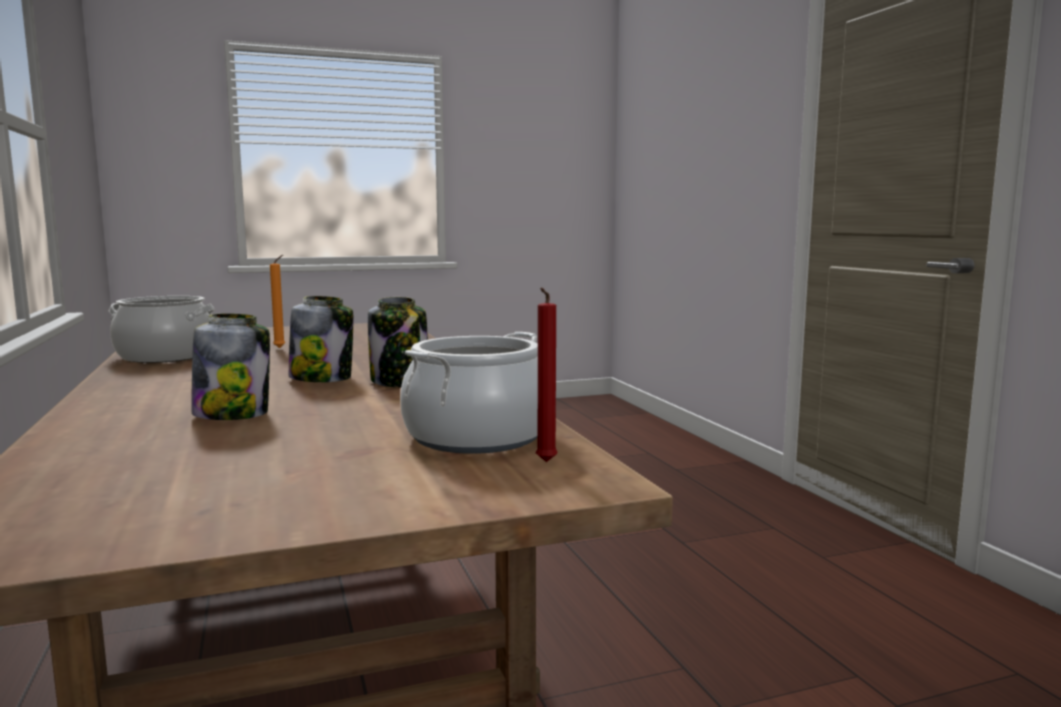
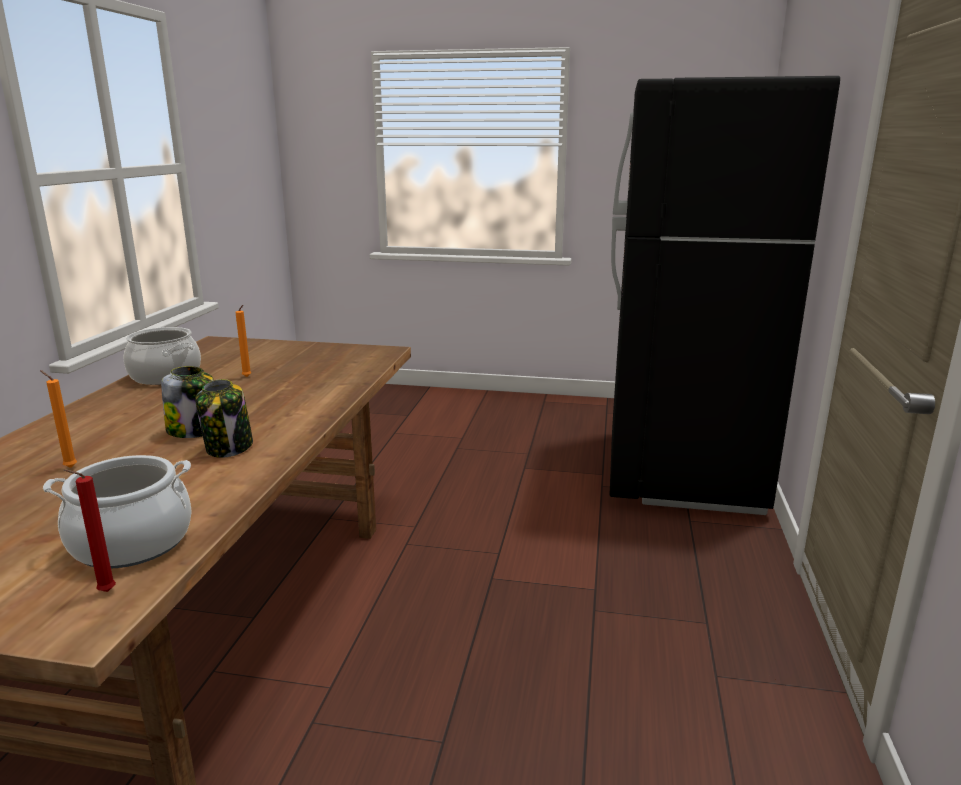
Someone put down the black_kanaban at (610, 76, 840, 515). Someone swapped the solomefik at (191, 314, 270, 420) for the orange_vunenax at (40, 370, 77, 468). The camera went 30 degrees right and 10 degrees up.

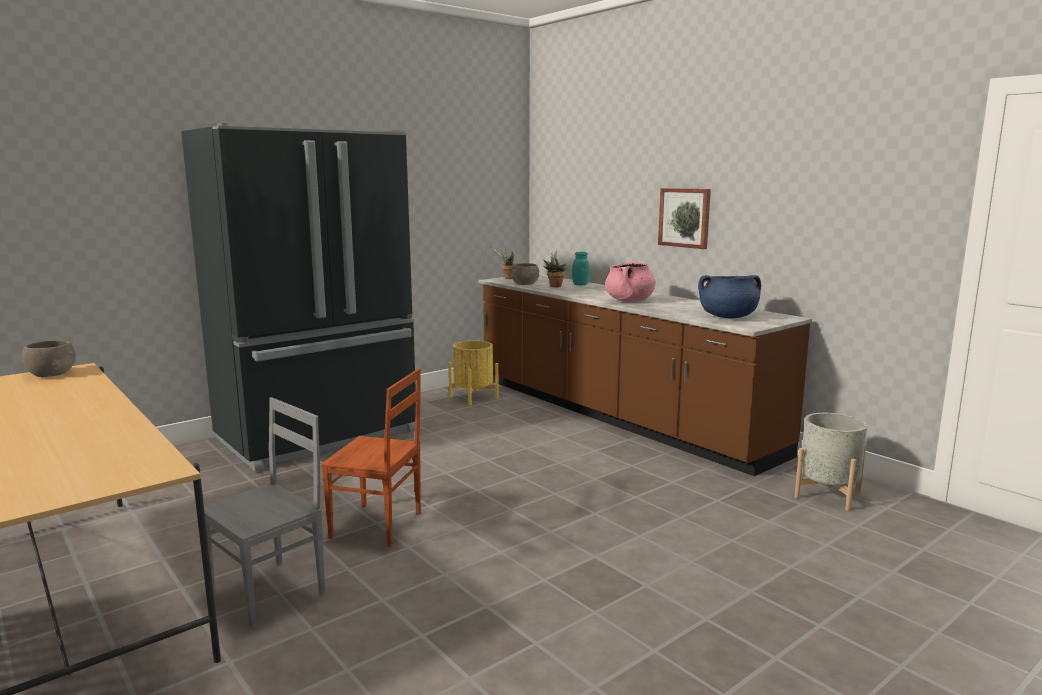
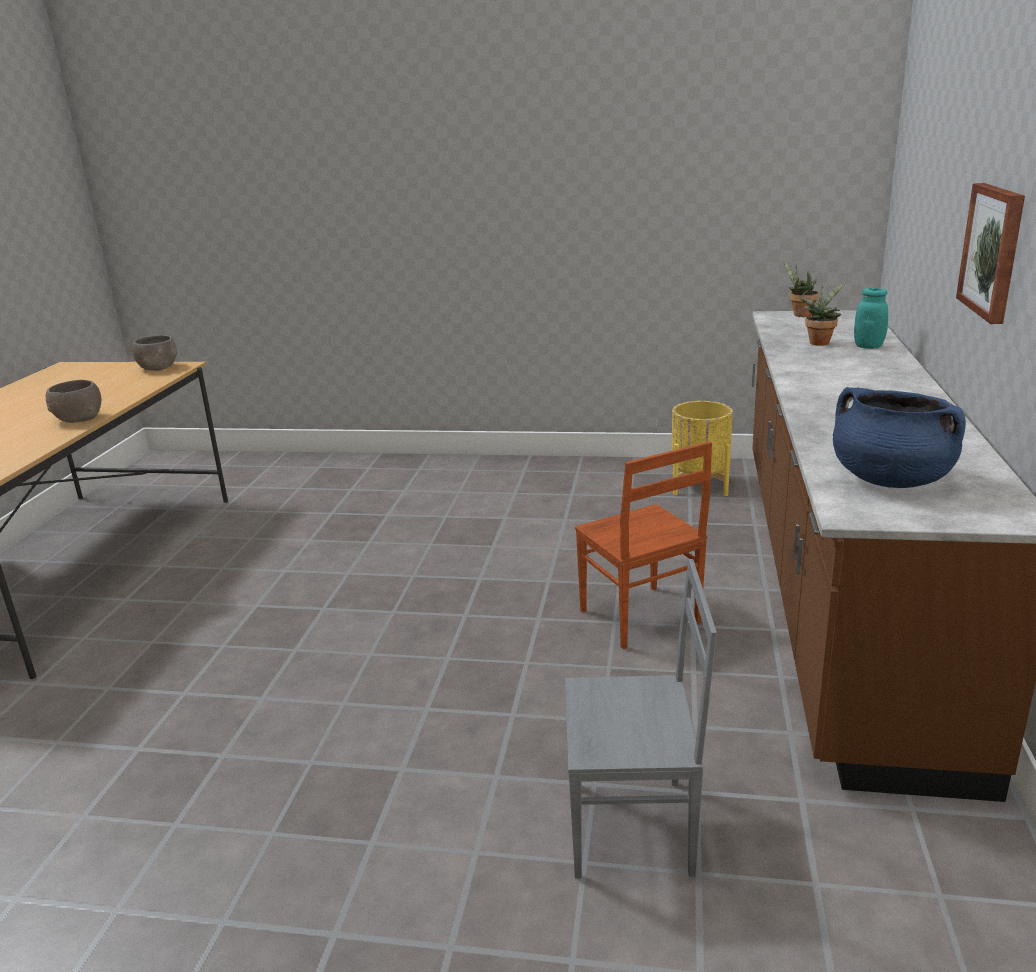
Someone took away the black_kanaban at (181, 123, 416, 472). Someone took away the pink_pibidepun at (605, 261, 656, 302). Someone took away the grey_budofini at (795, 413, 867, 511). Someone carried the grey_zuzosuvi from (204, 397, 325, 629) to (565, 559, 717, 879). Someone carried the brown_zuzosuvi from (321, 368, 421, 547) to (575, 441, 712, 649). Someone carried the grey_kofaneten from (510, 263, 539, 285) to (46, 380, 102, 423). The camera went 50 degrees right and 10 degrees up.

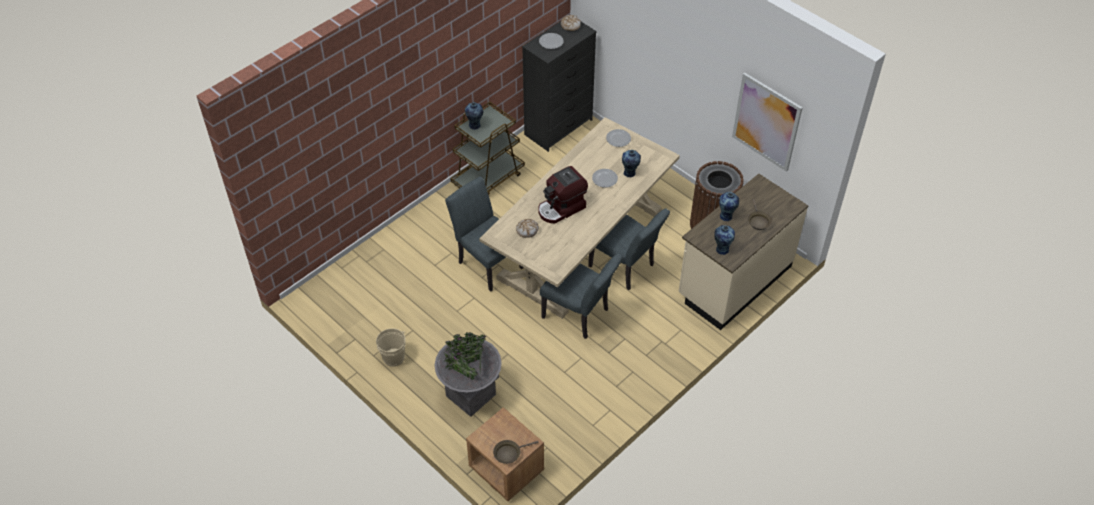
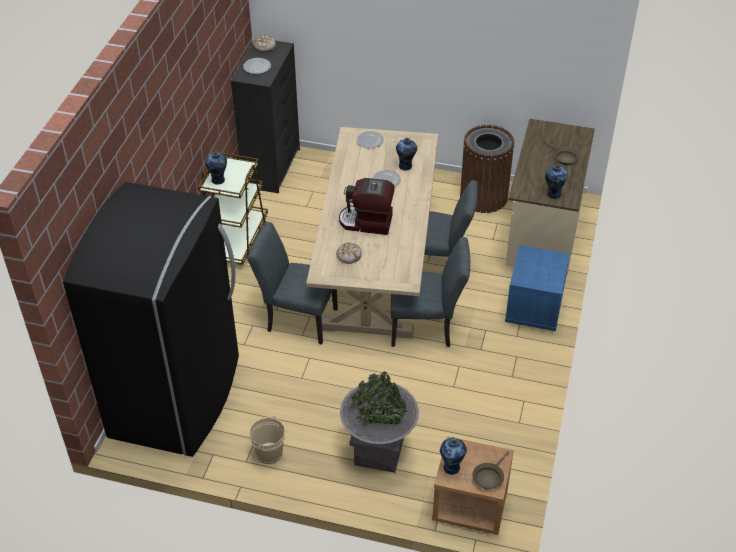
Someone took away the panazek at (732, 73, 803, 172). Someone put down the black_kanaban at (63, 182, 239, 457). Someone put down the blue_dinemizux at (505, 245, 570, 331). Someone carried the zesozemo from (719, 192, 739, 221) to (440, 437, 467, 475). Someone rotated the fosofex at (538, 166, 588, 223) by 75 degrees clockwise. The camera went 30 degrees left and 5 degrees down.

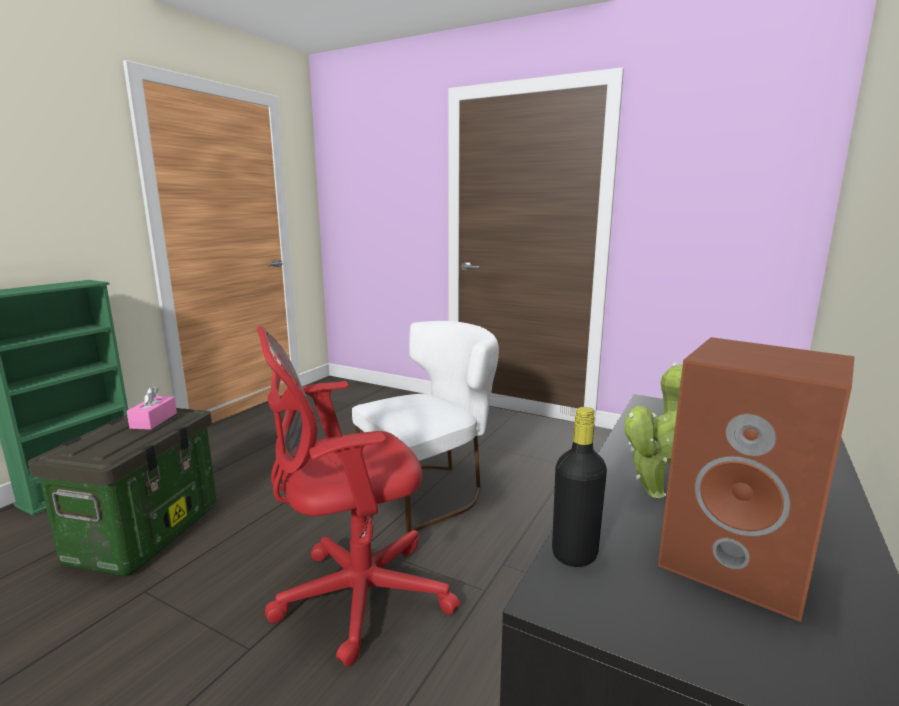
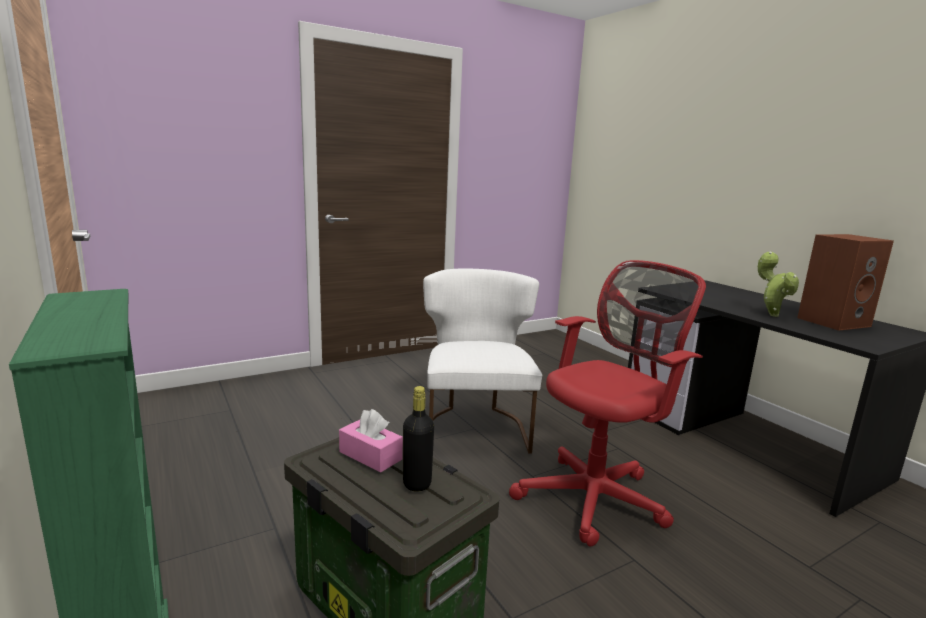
Someone carried the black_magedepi from (552, 407, 607, 567) to (403, 386, 434, 492). Someone rotated the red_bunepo at (257, 326, 460, 667) by 135 degrees counterclockwise. The camera went 60 degrees left and 0 degrees up.

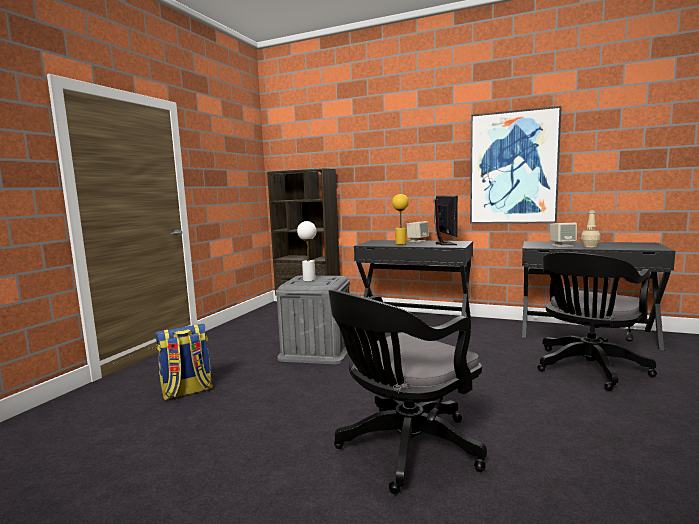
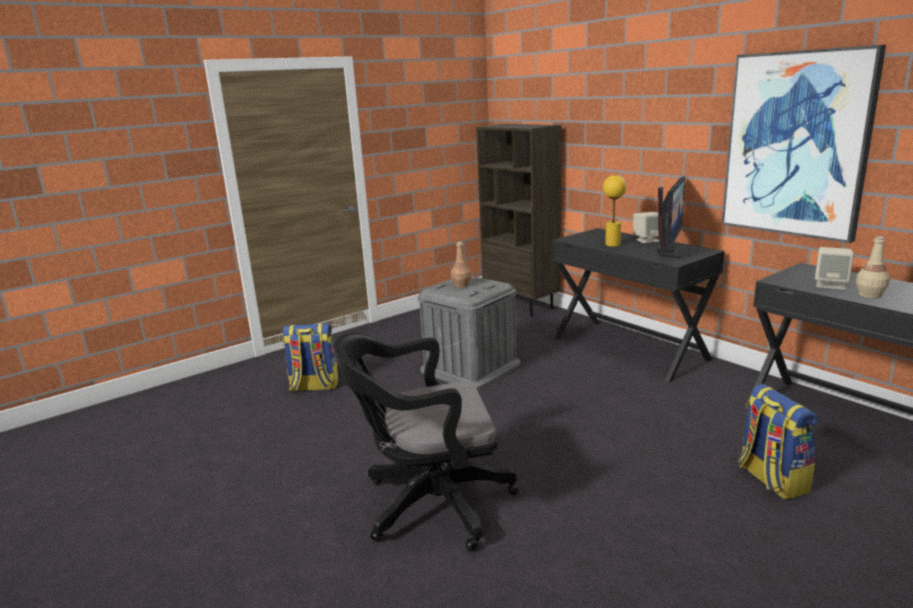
Someone swapped the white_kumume at (297, 221, 316, 281) for the brown_magedepi at (451, 242, 472, 288). Someone swapped the black_bunepo at (538, 252, 657, 391) for the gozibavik at (738, 384, 818, 500). The camera went 30 degrees right and 10 degrees up.

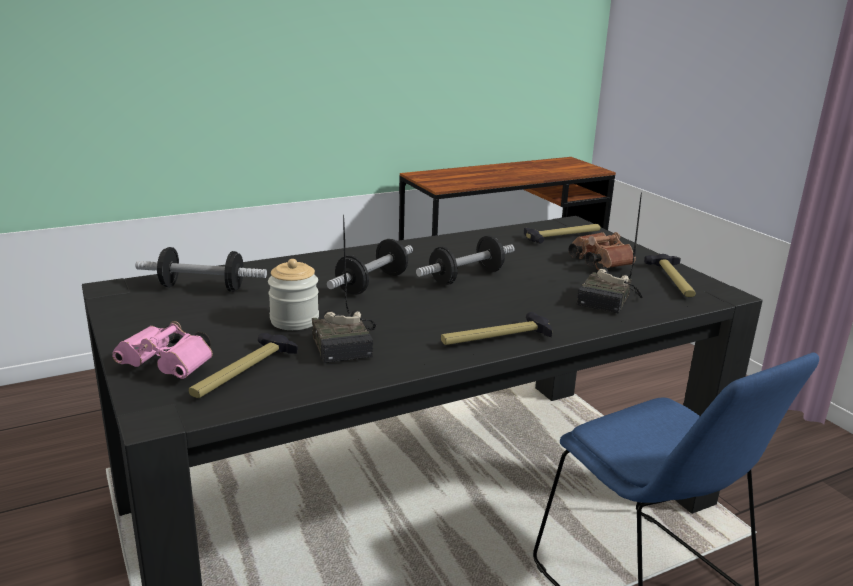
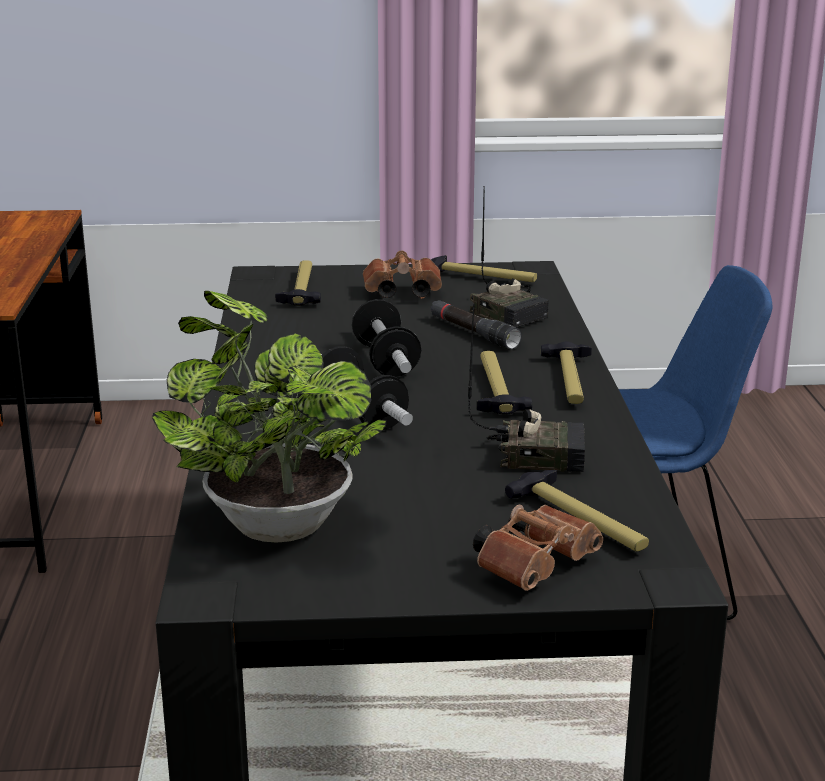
Someone took away the solomefik at (268, 259, 319, 330). Someone put down the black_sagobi at (430, 300, 522, 350). Someone put down the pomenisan at (476, 351, 532, 415). Someone swapped the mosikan at (135, 247, 267, 292) for the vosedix at (152, 291, 386, 542). Someone repainted the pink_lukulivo at (112, 321, 213, 379), which became the brown_lukulivo at (473, 505, 603, 591). The camera went 65 degrees left and 0 degrees up.

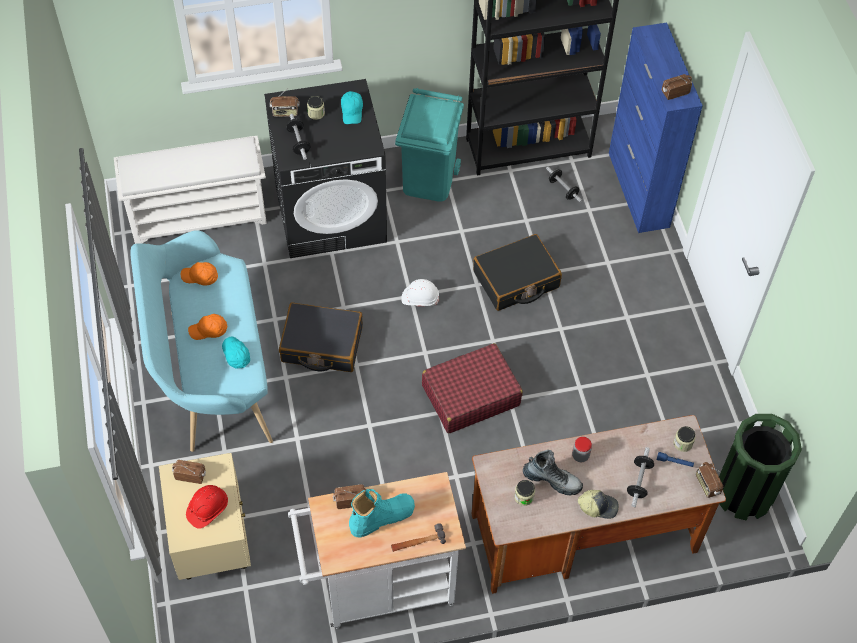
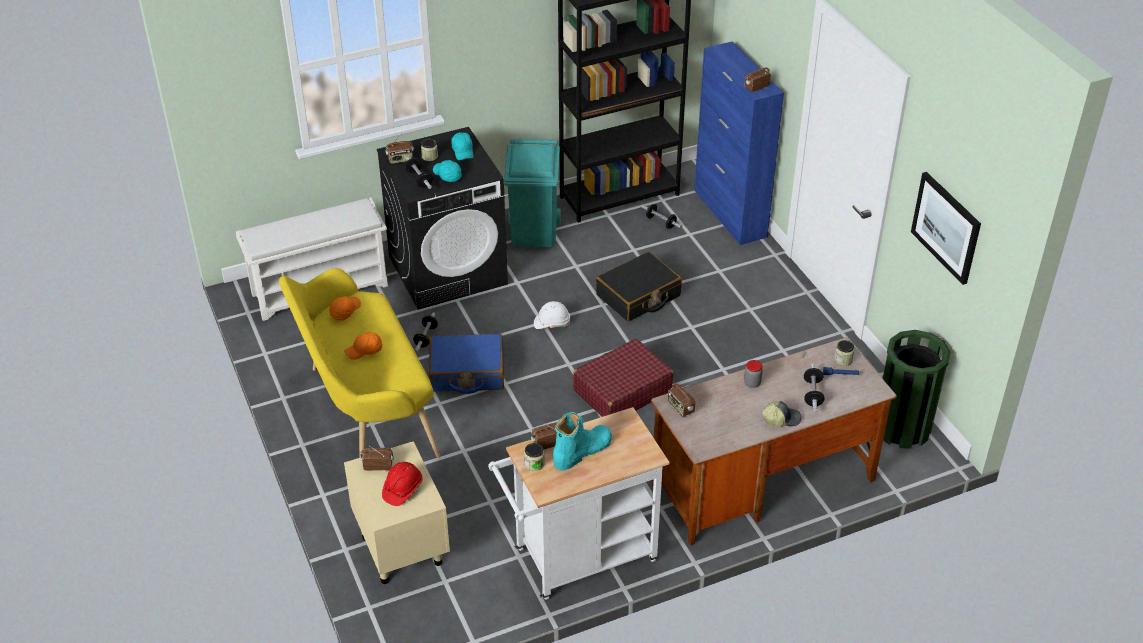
Someone took away the pomenisan at (391, 523, 446, 552). Someone took away the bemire at (523, 450, 583, 495). Someone put down the mosikan at (413, 312, 438, 351). Someone put up the panazek at (911, 172, 981, 285). Someone carried the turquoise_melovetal from (222, 337, 250, 368) to (433, 160, 462, 182). Someone carried the solomefik from (514, 480, 535, 506) to (524, 443, 545, 471). Someone carried the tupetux from (695, 462, 723, 498) to (668, 383, 695, 417). Someone repainted the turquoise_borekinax at (130, 230, 273, 452), which became the yellow_borekinax at (279, 268, 440, 458). Someone repainted the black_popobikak at (279, 302, 363, 372), which became the blue_popobikak at (429, 334, 504, 394). Someone rotated the orange_melovetal at (181, 262, 218, 286) by 120 degrees clockwise. The camera went 10 degrees left and 15 degrees down.

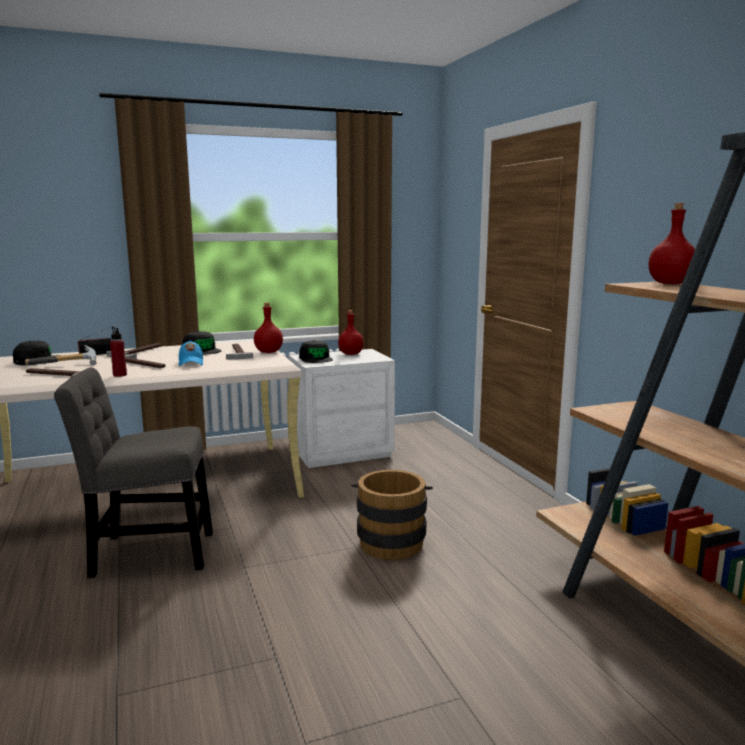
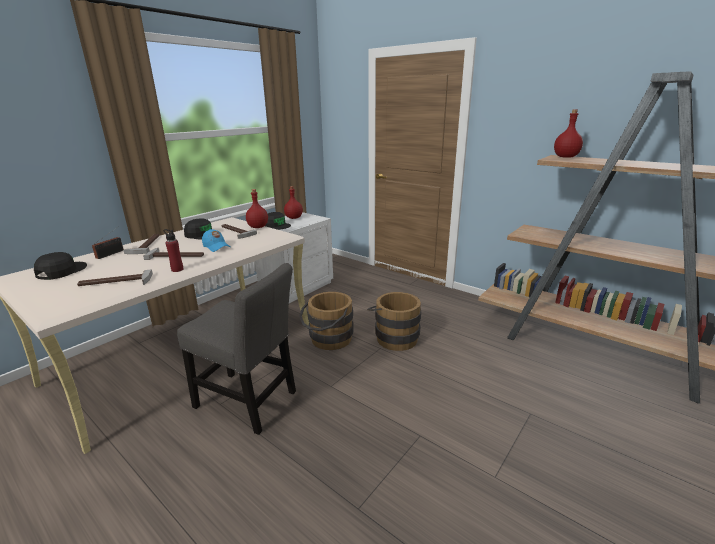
Someone took away the pomenisan at (25, 345, 96, 365). Someone put down the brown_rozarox at (299, 292, 354, 350). Someone rotated the grey_zuzosuvi at (54, 367, 213, 578) by 120 degrees counterclockwise. The camera went 30 degrees left and 10 degrees up.

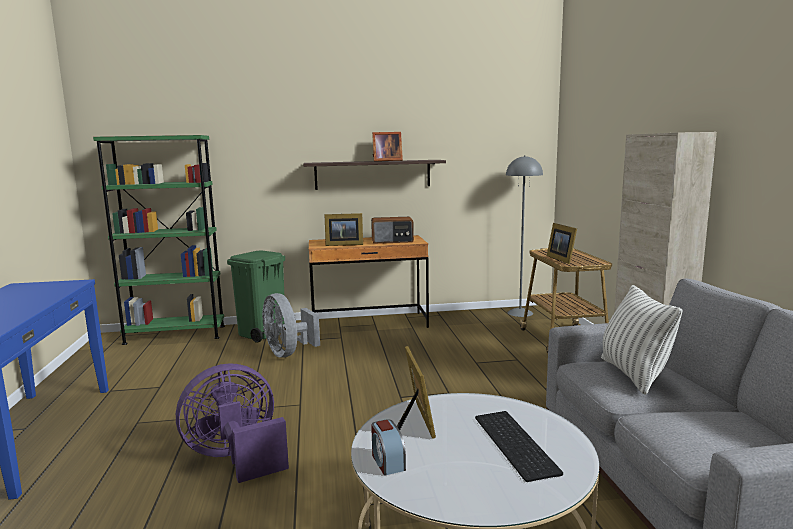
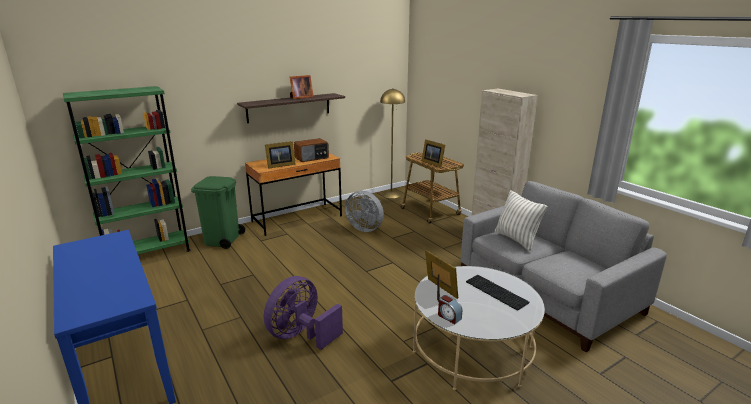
Someone carried the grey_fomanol from (262, 293, 320, 358) to (345, 190, 384, 232). Someone repainted the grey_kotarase at (506, 155, 543, 317), which became the yellow_kotarase at (380, 88, 405, 198). The camera went 25 degrees left and 10 degrees up.

